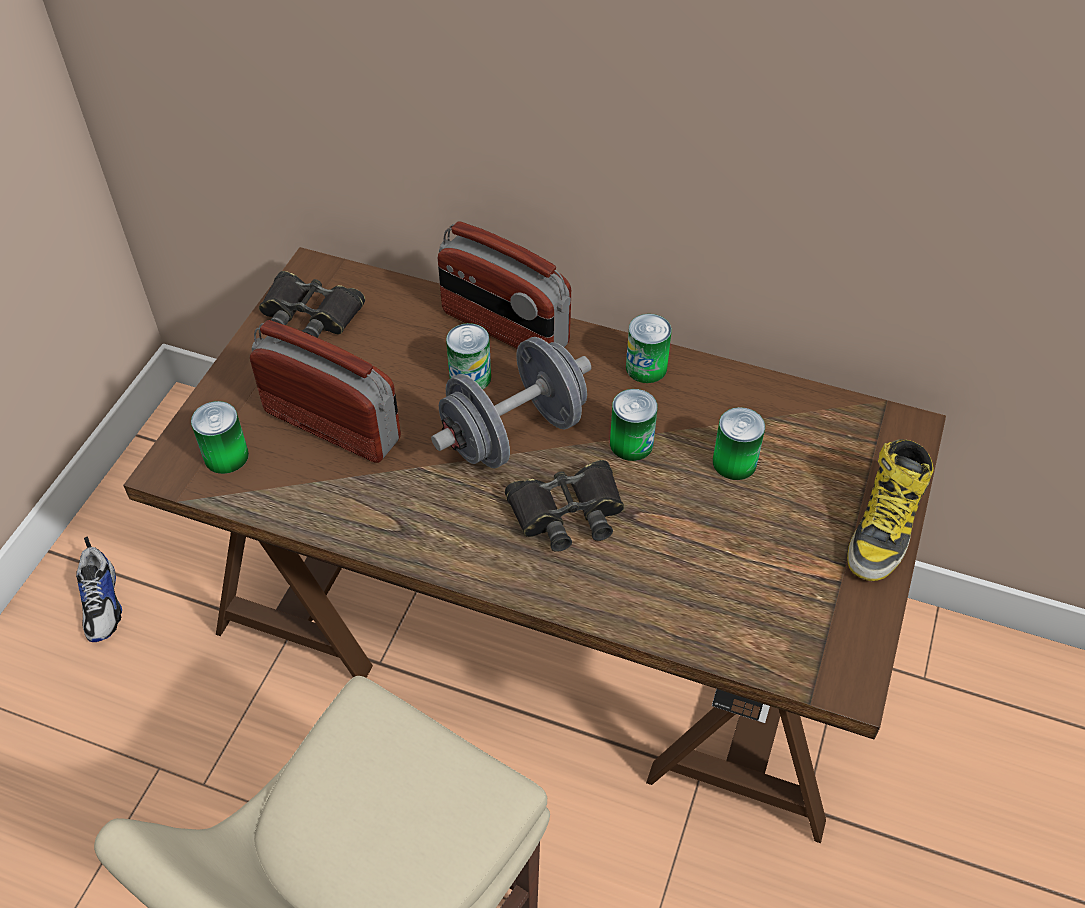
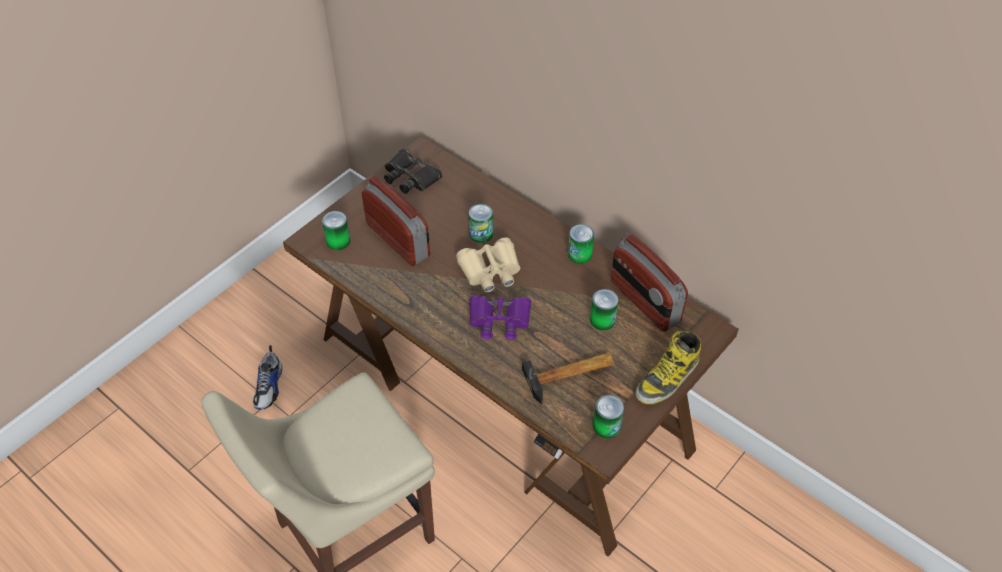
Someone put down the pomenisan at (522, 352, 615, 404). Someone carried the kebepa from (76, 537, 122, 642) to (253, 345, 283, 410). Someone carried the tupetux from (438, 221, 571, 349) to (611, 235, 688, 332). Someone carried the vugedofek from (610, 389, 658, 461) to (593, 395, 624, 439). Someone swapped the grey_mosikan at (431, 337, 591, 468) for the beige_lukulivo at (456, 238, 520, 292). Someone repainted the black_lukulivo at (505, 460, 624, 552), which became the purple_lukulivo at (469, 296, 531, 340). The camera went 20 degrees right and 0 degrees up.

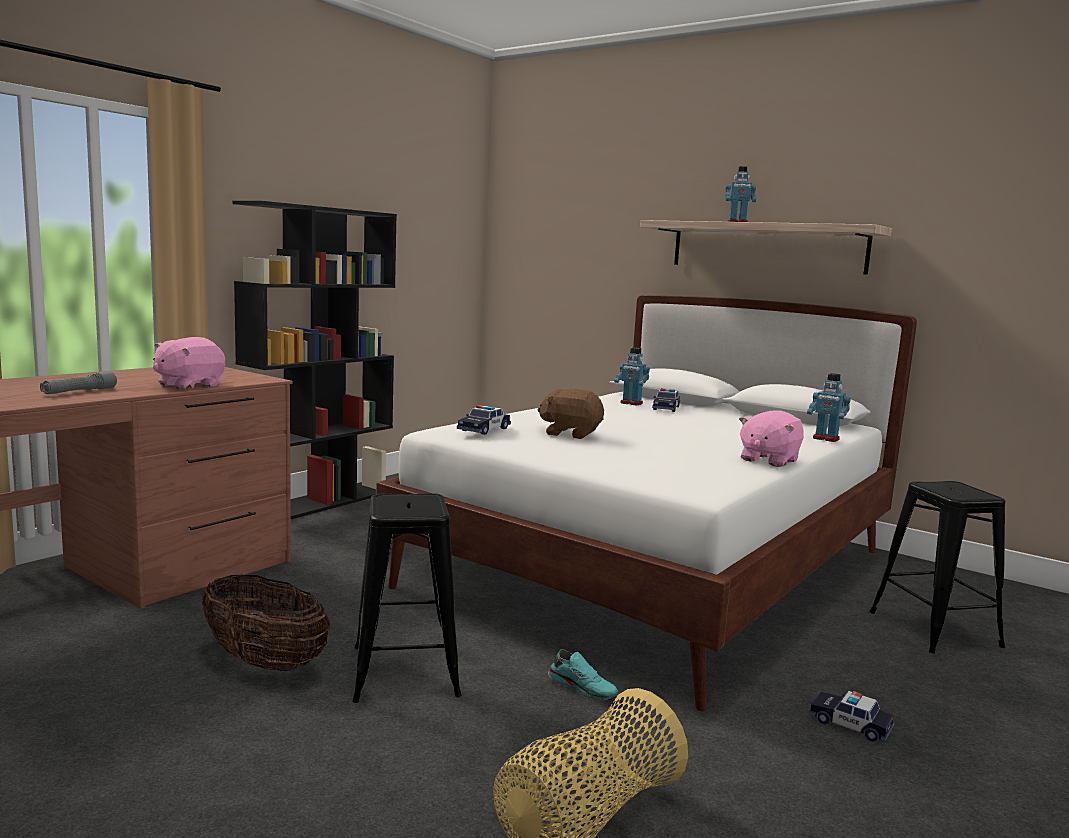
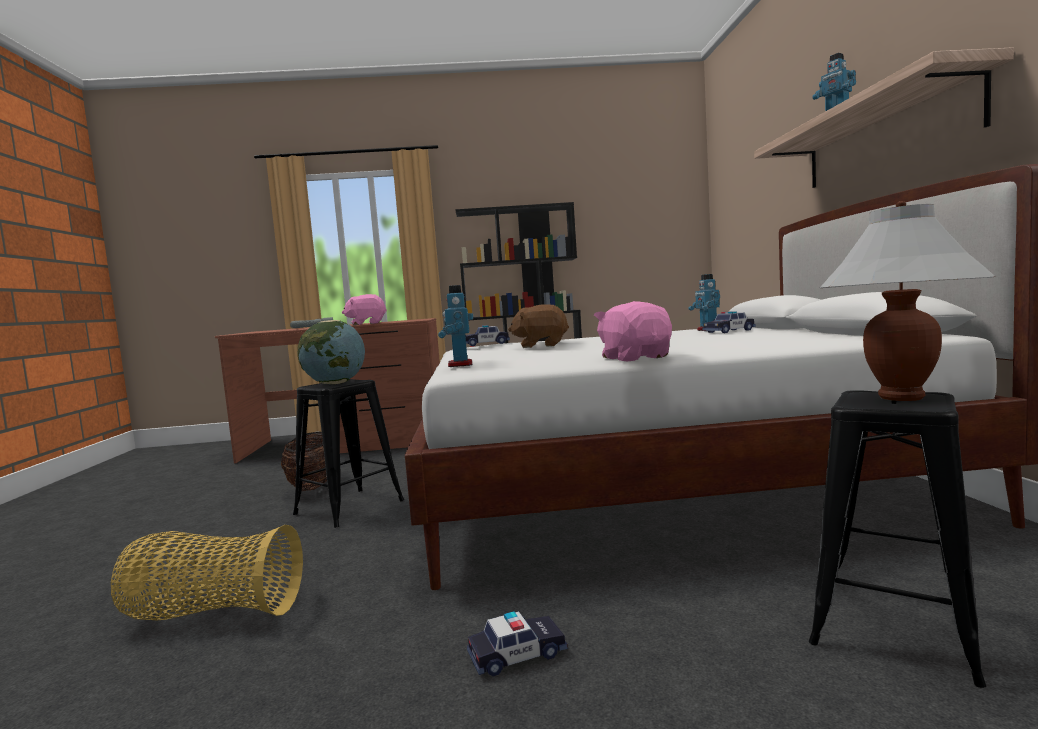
Someone took away the turquoise_kebepa at (548, 649, 618, 700). Someone put down the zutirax at (298, 320, 365, 384). Someone put down the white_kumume at (820, 201, 996, 401). Someone carried the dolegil from (807, 373, 851, 442) to (438, 285, 474, 367). Someone rotated the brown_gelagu at (538, 389, 604, 439) by 60 degrees counterclockwise. Someone rotated the pink_gelagu at (739, 410, 804, 467) by 75 degrees clockwise. Someone rotated the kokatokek at (808, 691, 894, 742) by 75 degrees clockwise. The camera went 50 degrees right and 5 degrees down.

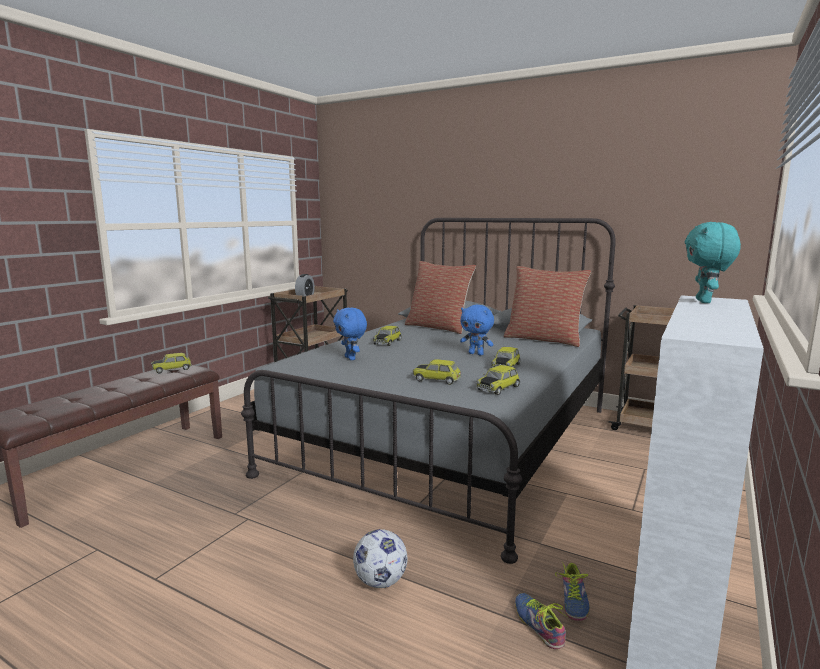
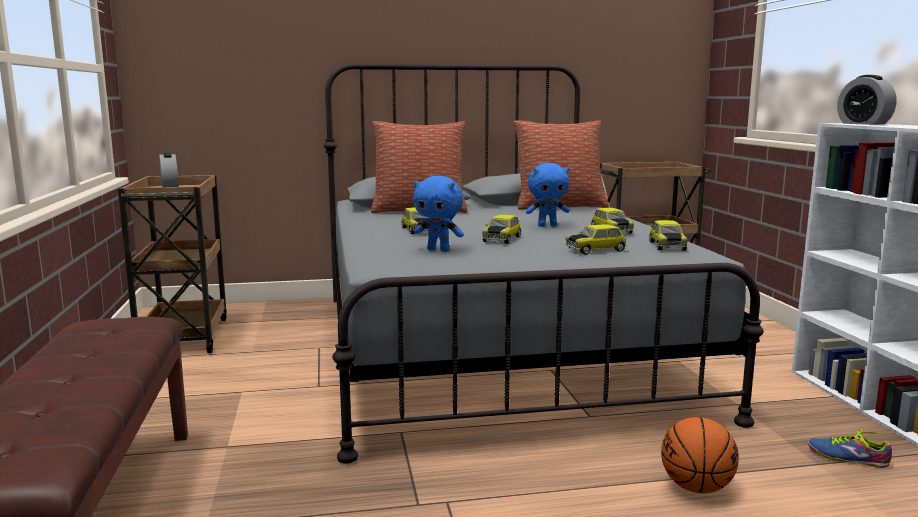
Someone took away the kebepa at (555, 562, 590, 621). Someone carried the kokatokek from (151, 353, 192, 373) to (483, 215, 521, 244). Someone swapped the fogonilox at (353, 529, 407, 588) for the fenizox at (661, 417, 739, 493). Someone swapped the turquoise_gelagu at (685, 222, 741, 303) for the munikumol at (837, 75, 897, 125). The camera went 40 degrees left and 0 degrees up.

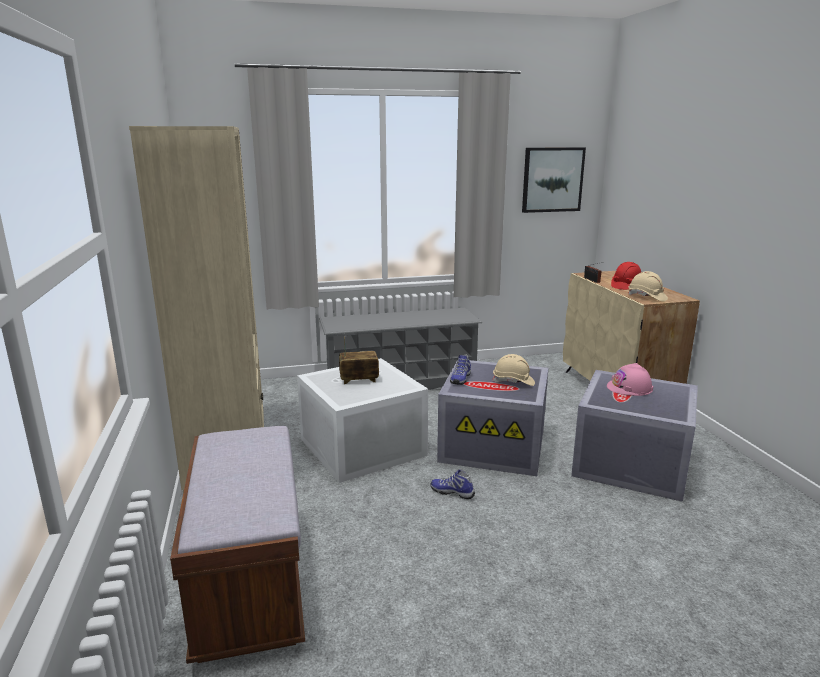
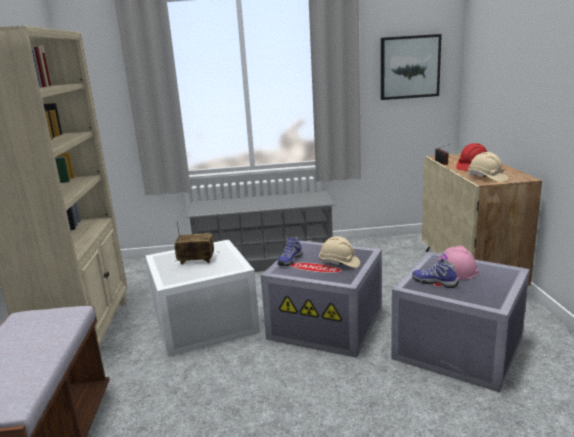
Someone carried the kebepa from (430, 469, 475, 499) to (412, 259, 459, 288). The camera went 10 degrees right and 0 degrees up.

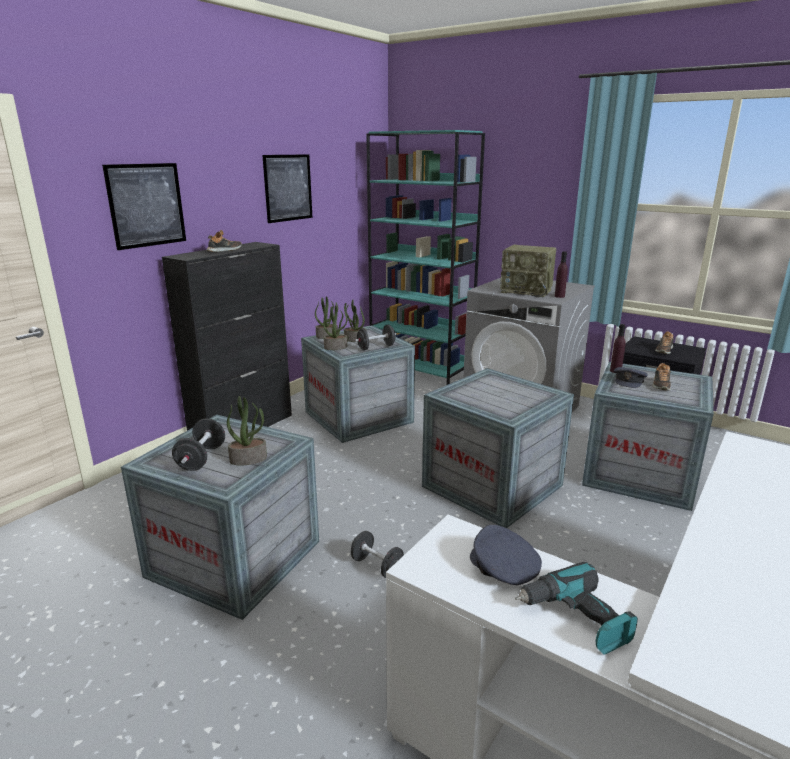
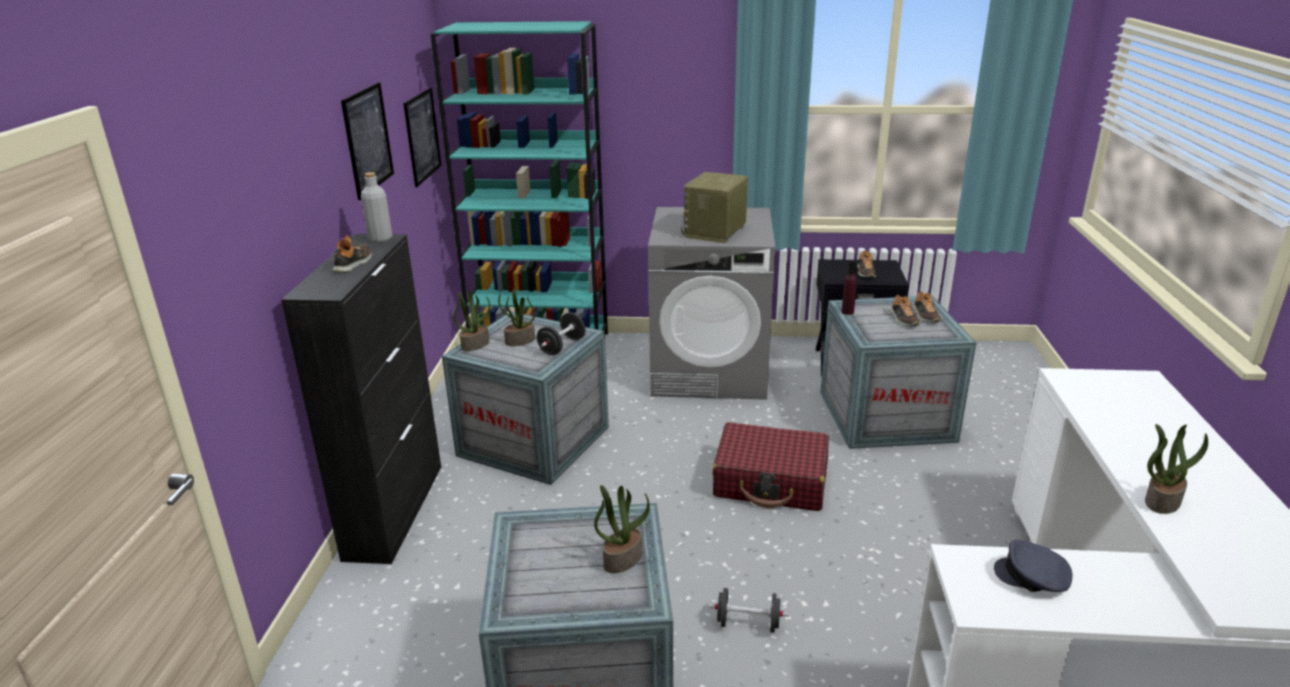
Someone took away the black_mosikan at (172, 418, 225, 471). Someone took away the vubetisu at (515, 562, 638, 655). Someone took away the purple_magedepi at (555, 251, 568, 298). Someone took away the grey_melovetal at (614, 367, 648, 388). Someone put down the grey_magedepi at (361, 172, 392, 243). Someone put down the kebepa at (913, 291, 941, 322). Someone carried the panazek from (102, 163, 186, 250) to (403, 88, 442, 187). Someone carried the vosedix from (323, 306, 348, 350) to (1145, 424, 1208, 514). Someone swapped the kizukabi at (422, 368, 574, 528) for the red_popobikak at (712, 422, 829, 511). Someone rotated the tupetux at (500, 245, 556, 297) by 120 degrees clockwise. The camera went 30 degrees left and 5 degrees up.

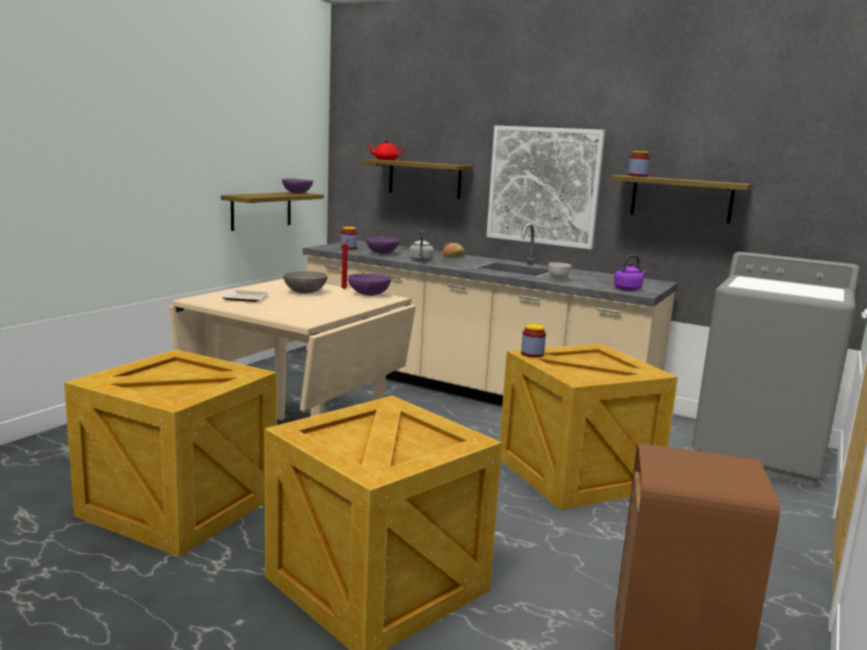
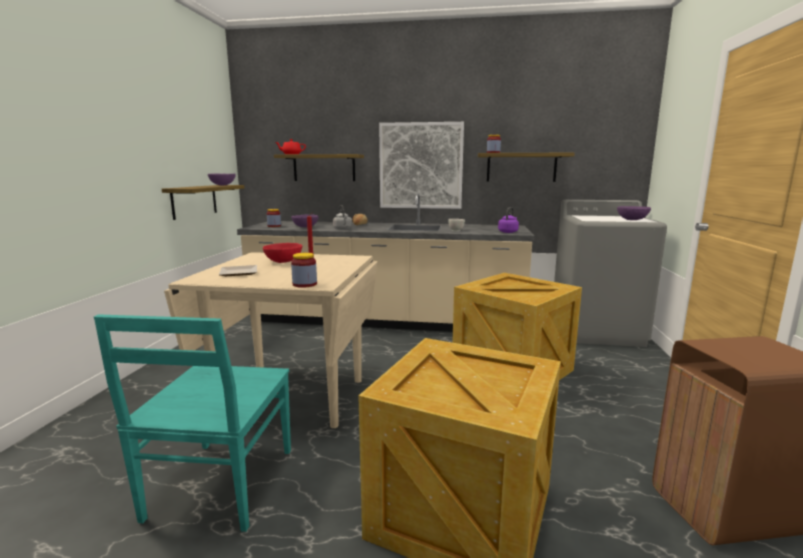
Someone carried the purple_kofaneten from (348, 273, 391, 296) to (617, 206, 651, 220). Someone carried the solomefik from (521, 324, 546, 358) to (291, 253, 317, 288). Someone swapped the kizukabi at (64, 350, 277, 557) for the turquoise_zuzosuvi at (94, 314, 291, 532). Someone repainted the grey_kofaneten at (283, 271, 328, 294), which became the red_kofaneten at (263, 243, 302, 263). The camera went 20 degrees left and 0 degrees up.

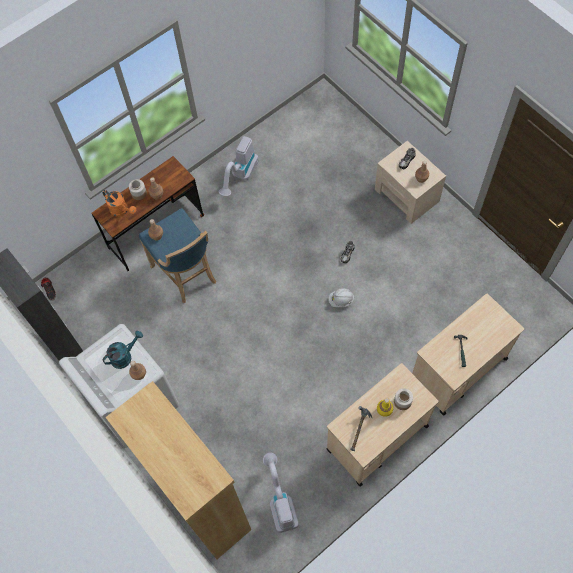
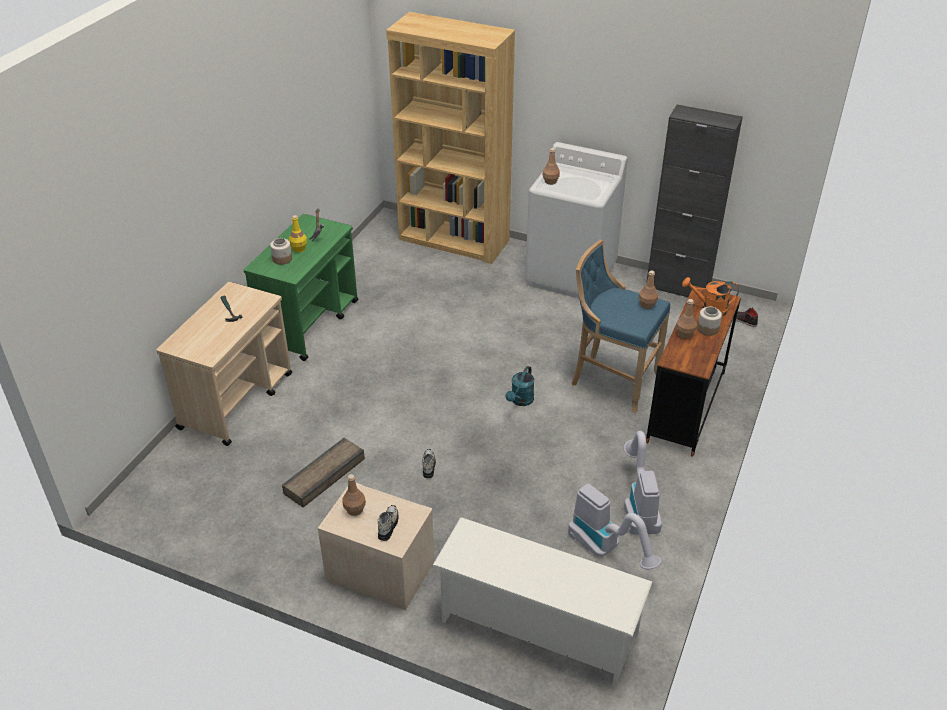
Someone took away the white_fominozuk at (329, 288, 354, 307). Someone put down the kizukabi at (282, 438, 365, 508). Someone put down the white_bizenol at (432, 517, 653, 687). Someone carried the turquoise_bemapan from (103, 331, 143, 369) to (506, 366, 534, 406). Someone carried the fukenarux from (263, 453, 299, 533) to (568, 484, 661, 569). Someone repainted the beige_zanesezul at (326, 363, 439, 487), which became the green_zanesezul at (244, 214, 358, 361). The camera went 150 degrees right and 25 degrees down.

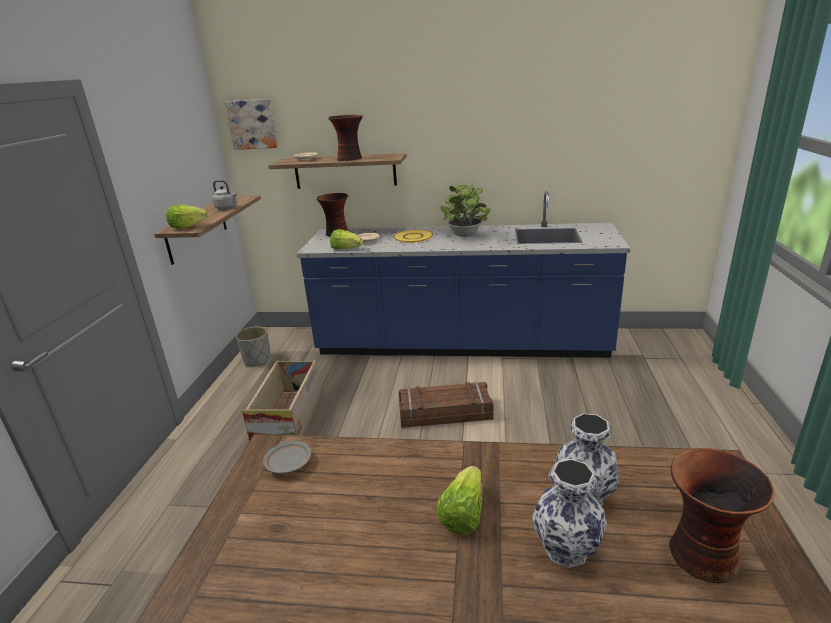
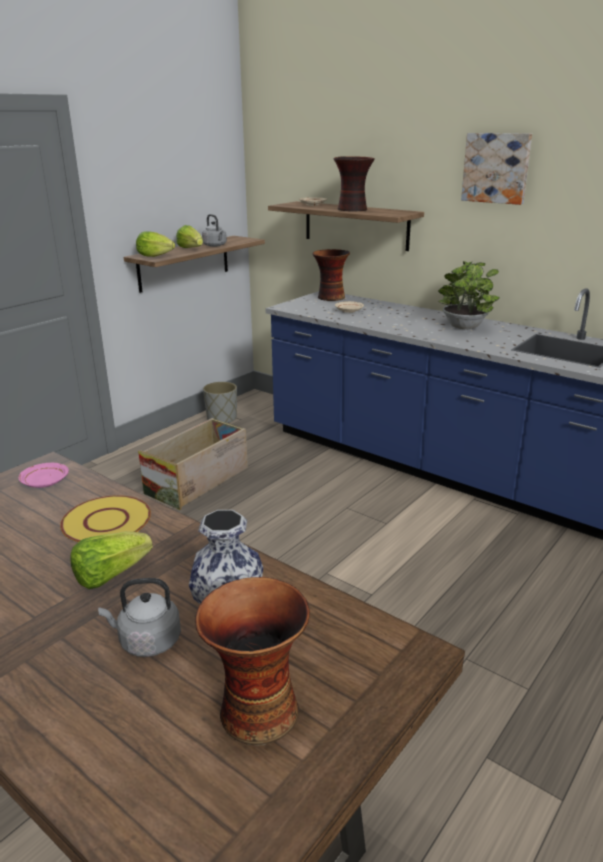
Someone took away the kizukabi at (399, 382, 494, 428). Someone carried the panazek from (224, 99, 278, 150) to (461, 133, 532, 205). Someone carried the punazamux from (330, 229, 363, 249) to (176, 225, 203, 248). Someone carried the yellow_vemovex from (393, 229, 433, 243) to (60, 495, 151, 542). Someone swapped the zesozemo at (532, 459, 607, 568) for the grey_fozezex at (98, 578, 181, 657). Someone repainted the grey_vemovex at (263, 441, 311, 474), which became the pink_vemovex at (18, 463, 69, 488). The camera went 30 degrees right and 0 degrees up.

